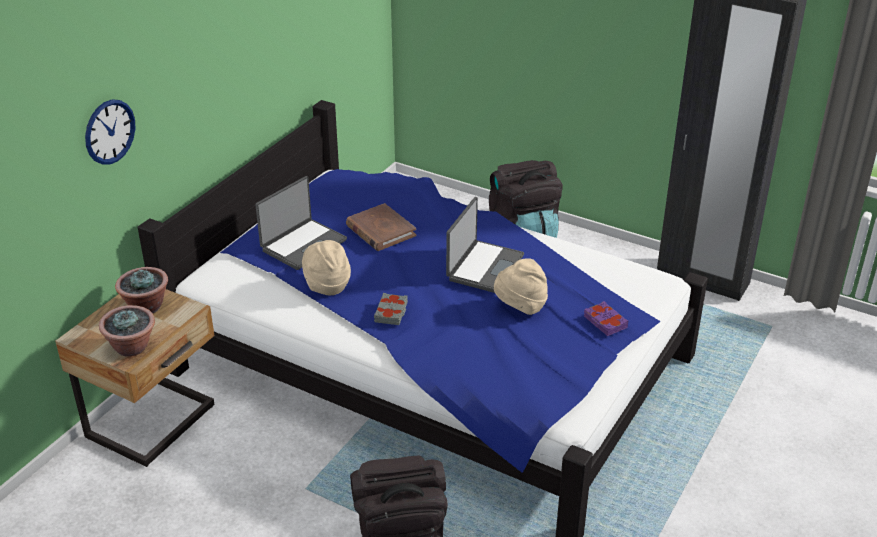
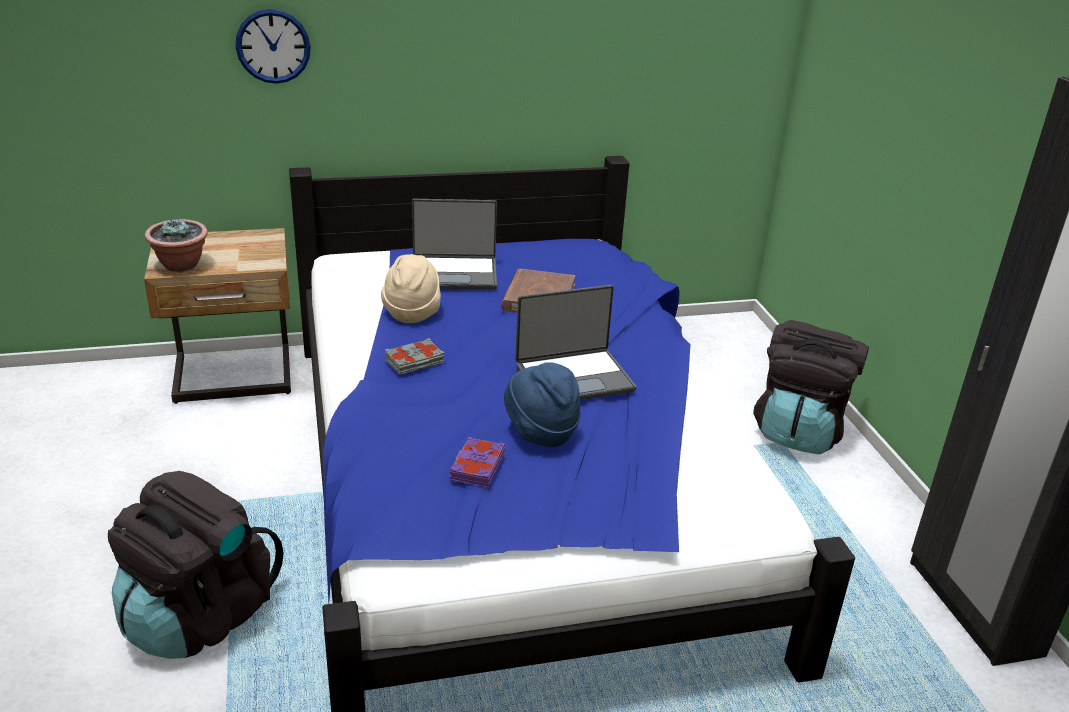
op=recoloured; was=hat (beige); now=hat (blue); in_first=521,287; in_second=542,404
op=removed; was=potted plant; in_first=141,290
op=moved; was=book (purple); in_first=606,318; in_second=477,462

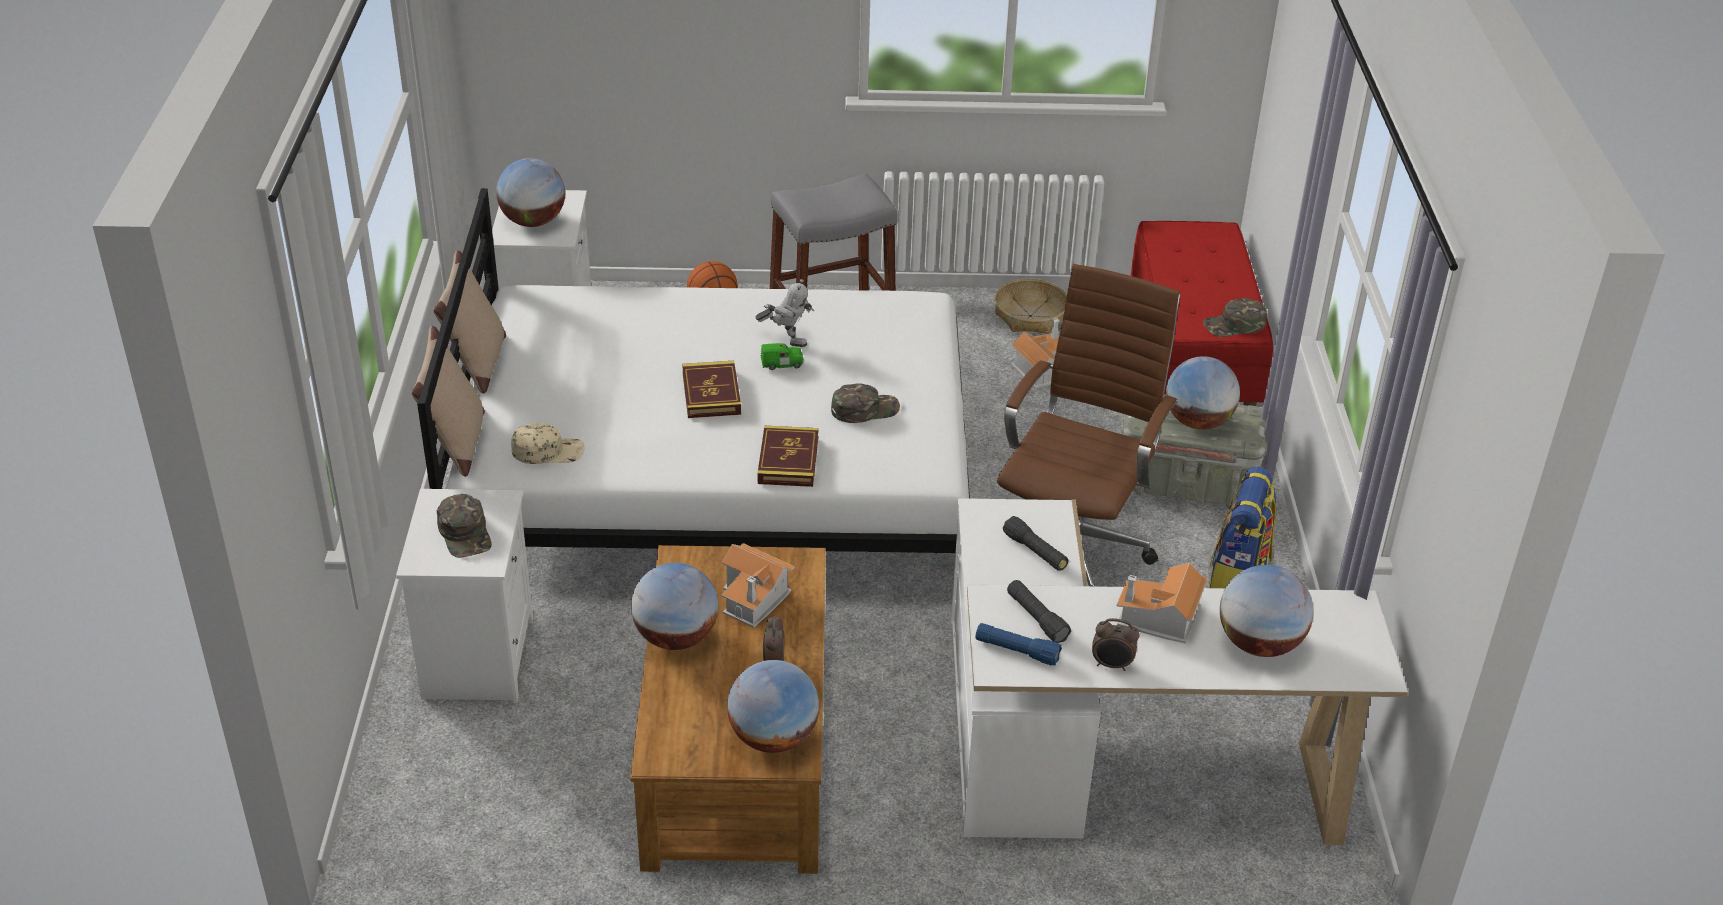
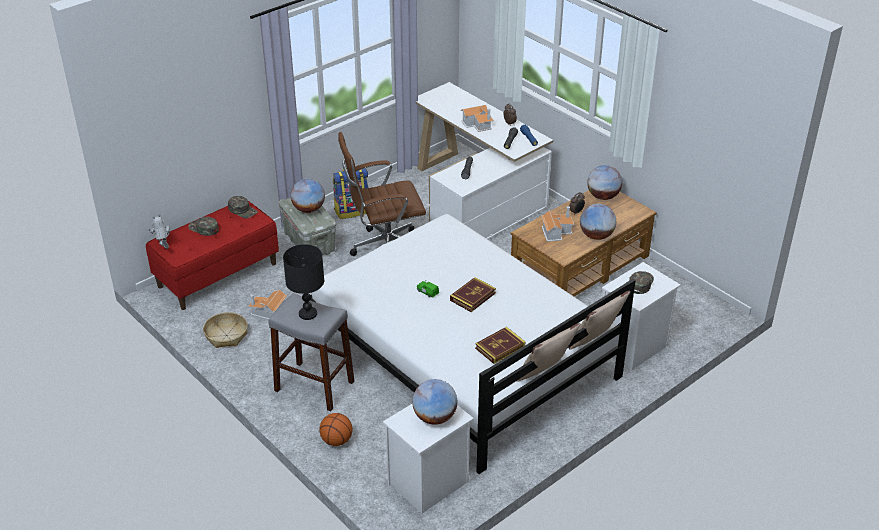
op=moved; was=toy robot; in_first=784,313; in_second=159,231
op=moved; was=cap (green); in_first=865,403; in_second=203,226
op=removed; was=cap (beige); in_first=548,443
op=moved; was=book; in_first=788,456; in_second=500,345
op=removed; was=globe; in_first=1267,611
op=added; now=table lamp (black); in_second=303,282

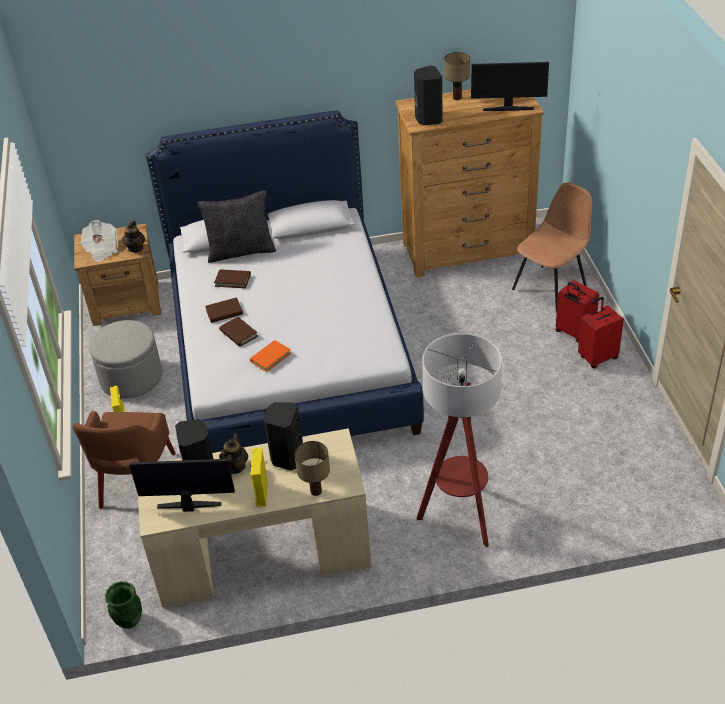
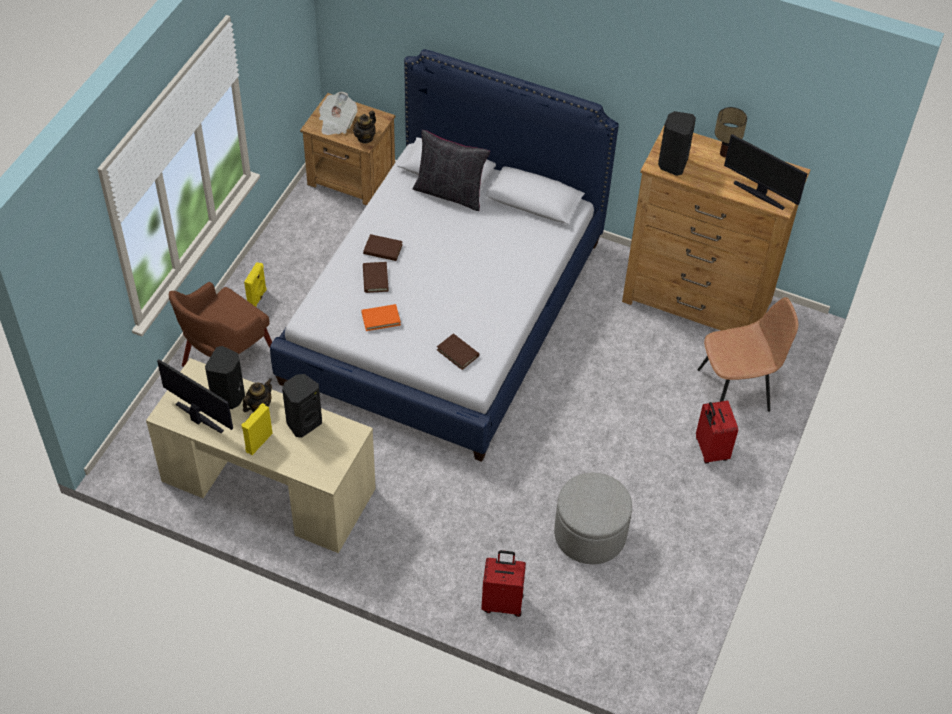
op=moved; was=book (brown); in_first=232,278; in_second=458,352
op=moved; was=suitcase (red); in_first=601,332; in_second=503,583
op=moved; was=ottoman (grey); in_first=125,359; in_second=593,518
op=removed; was=floor lamp; in_first=459,440
op=removed; was=table lamp; in_first=312,468
op=removed; was=vase (green); in_first=123,605

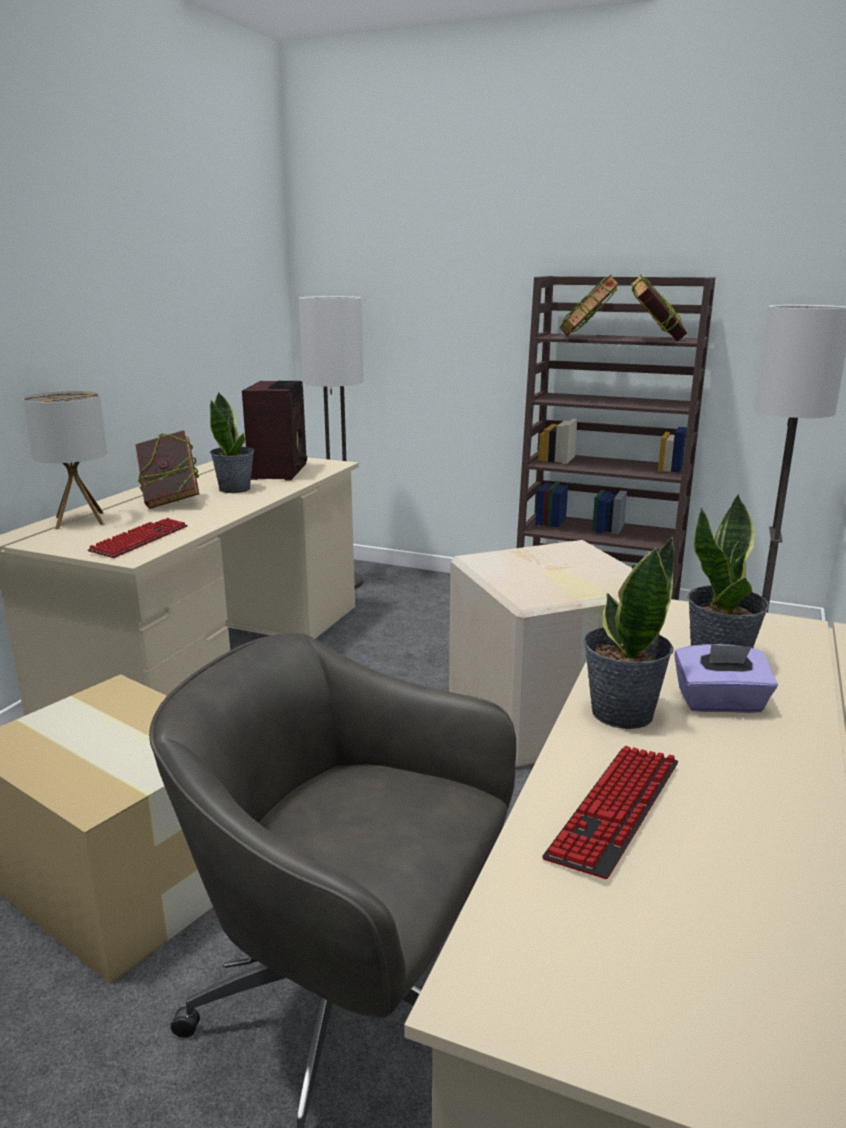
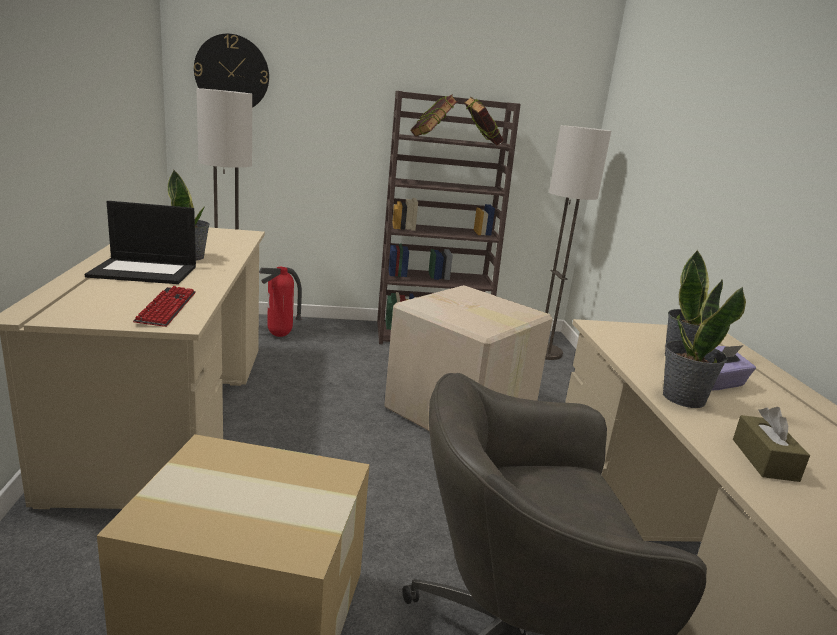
op=removed; was=radio; in_first=274,431
op=removed; was=table lamp; in_first=64,460
op=replaced; was=book; now=laptop; in_first=167,469; in_second=140,242
op=replaced; was=keyboard; now=tissue box (brown); in_first=610,812; in_second=771,444
op=added; now=wall clock; in_second=231,71
op=added; now=fire extinguisher; in_second=280,302

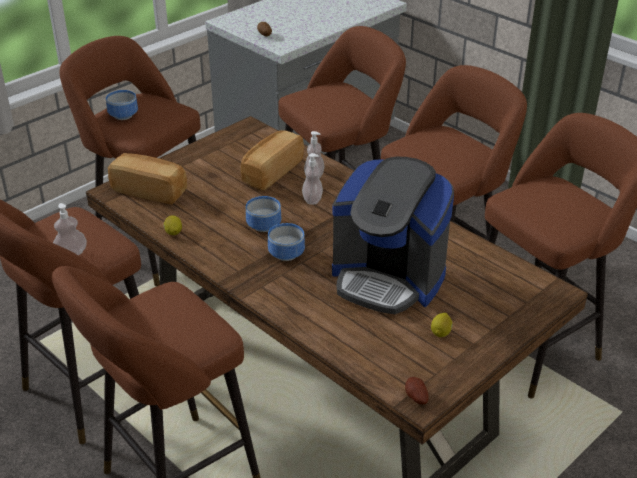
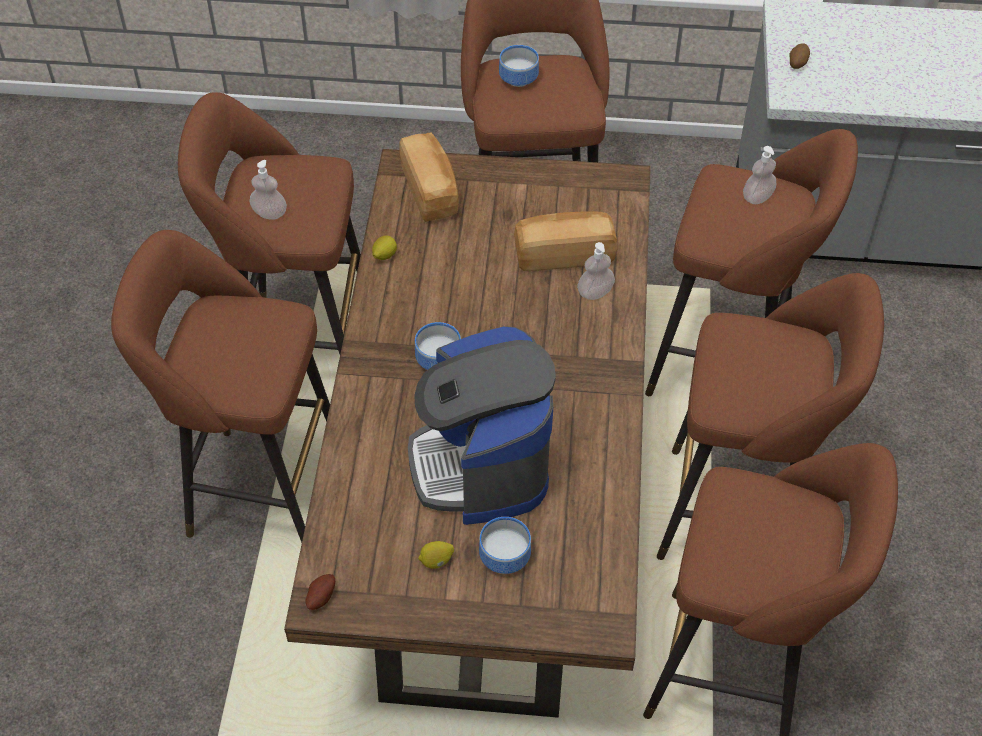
op=moved; was=soap dispenser; in_first=312,179; in_second=759,175
op=moved; was=bowl; in_first=263,214; in_second=505,545

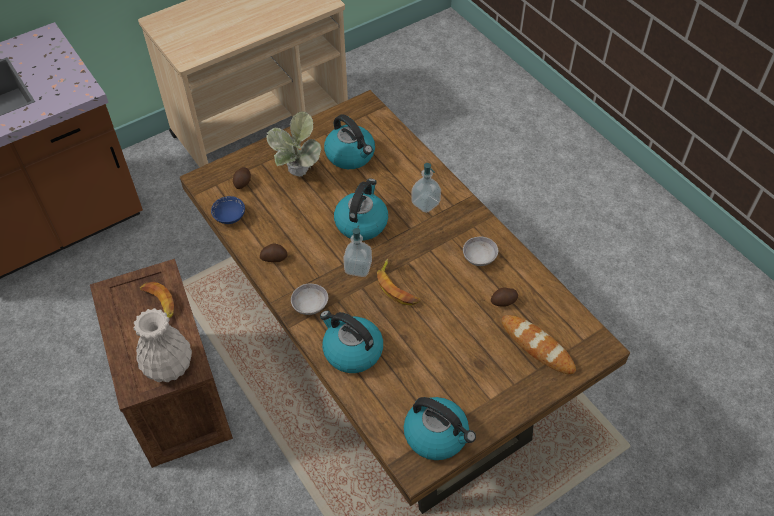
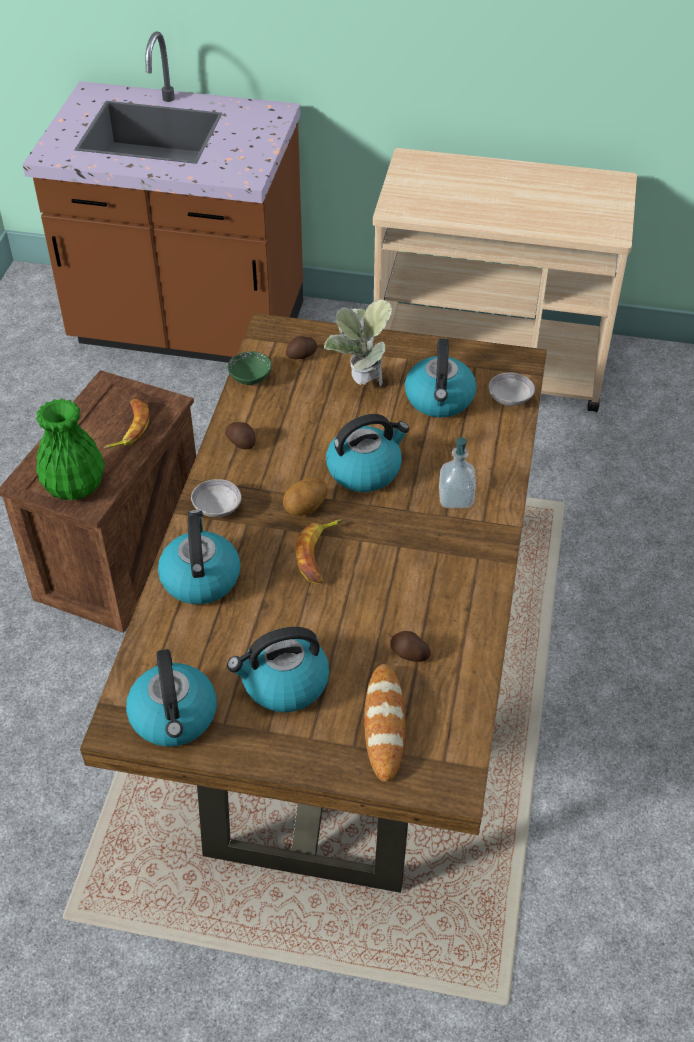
op=recoloured; was=bowl (blue); now=bowl (green); in_first=228,210; in_second=250,368
op=replaced; was=soap dispenser; now=potato; in_first=357,251; in_second=305,496
op=moved; was=bowl (grey); in_first=480,251; in_second=512,389
op=recoloured; was=vase (white); now=vase (green); in_first=162,345; in_second=70,449
op=added; now=kettle; in_second=278,669

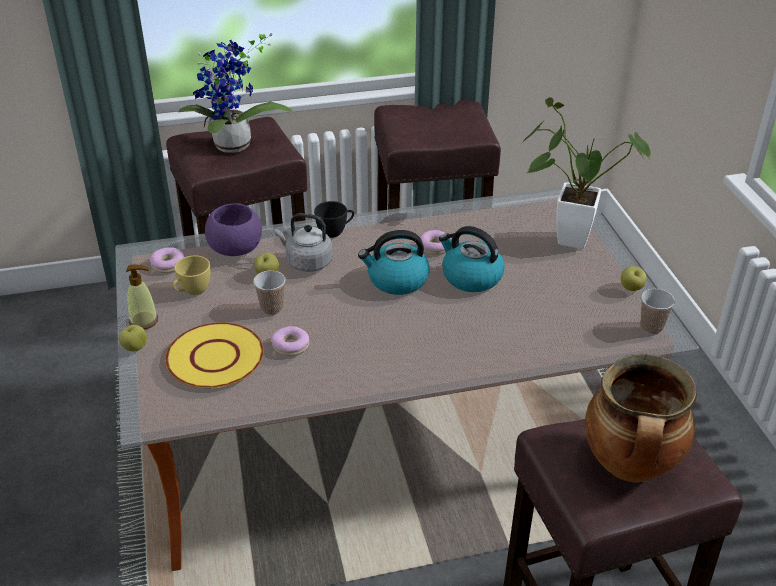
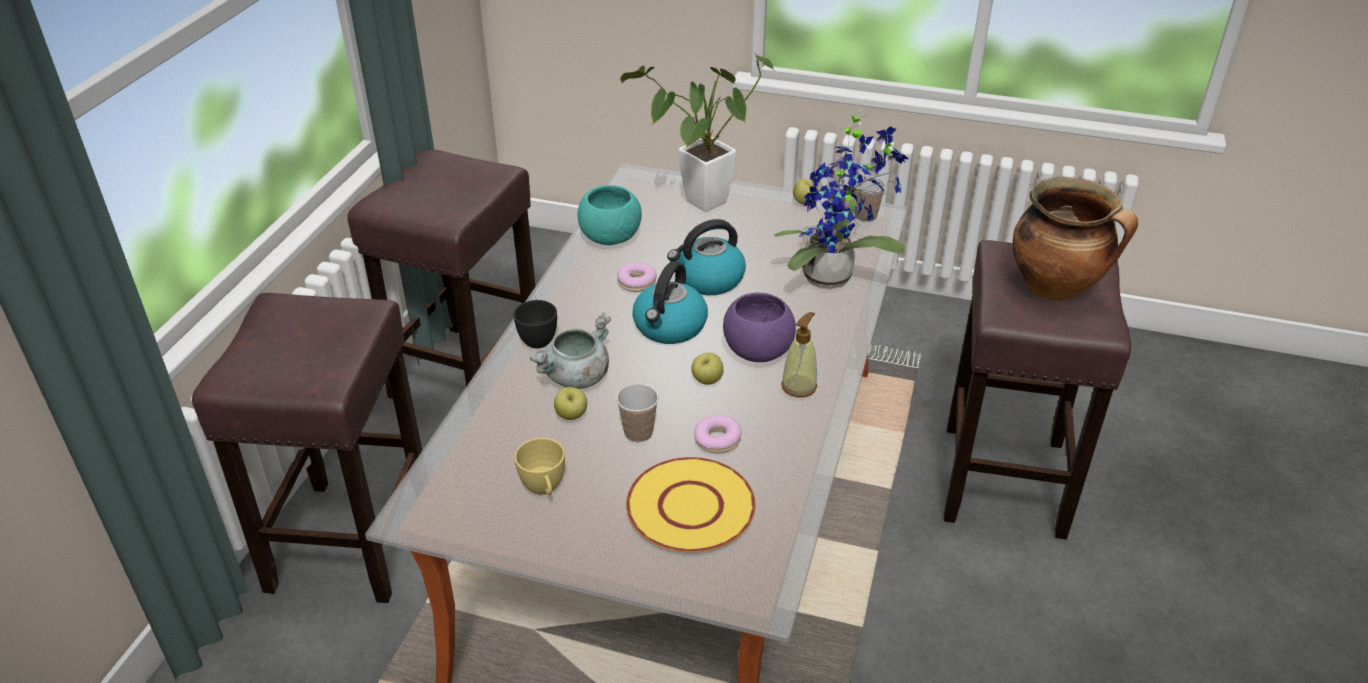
op=moved; was=potted plant; in_first=235,93; in_second=841,198
op=moved; was=bowl (purple); in_first=233,229; in_second=759,327
op=replaced; was=kettle (grey); now=cooking pot (grey); in_first=304,242; in_second=570,351
op=removed; was=donut; in_first=167,260
op=moved; was=soap dispenser; in_first=142,296; in_second=799,354
op=moved; was=apple; in_first=133,338; in_second=707,369
op=added; now=bowl (turquoise); in_second=610,215

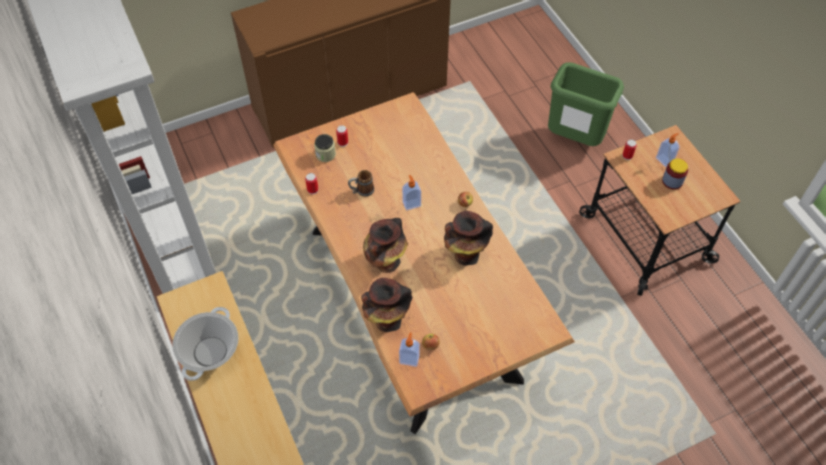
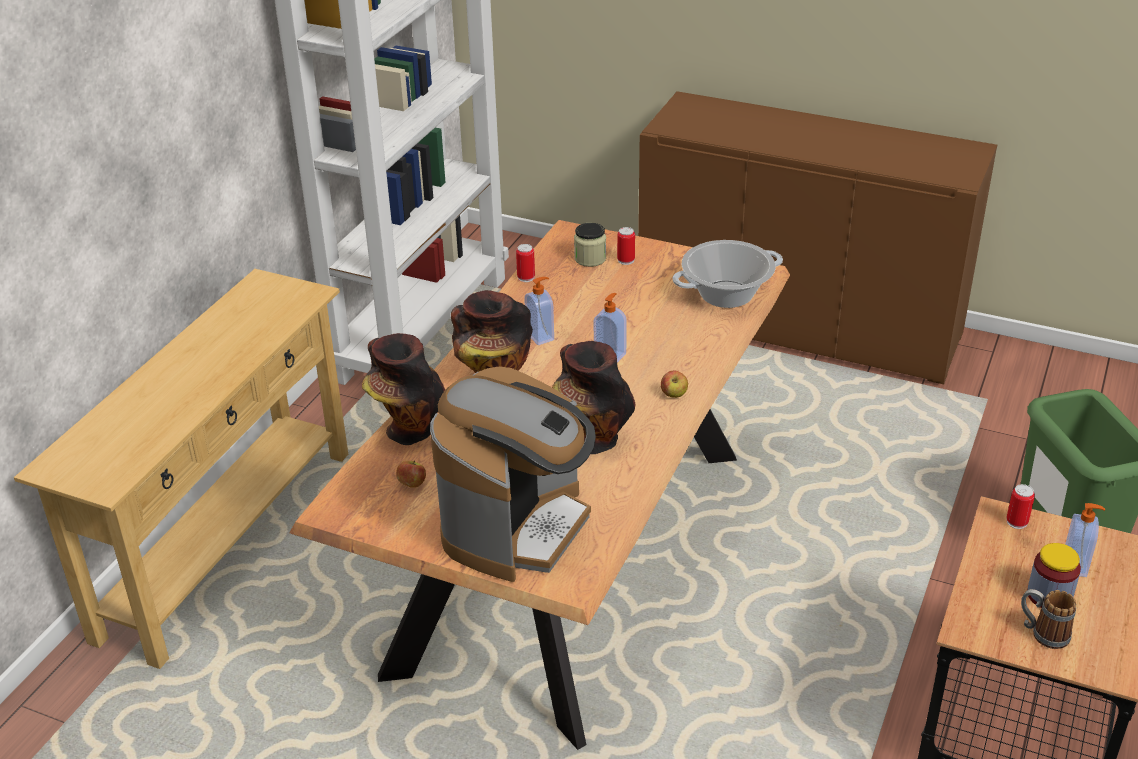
op=moved; was=mug; in_first=361,183; in_second=1048,619
op=moved; was=cooking pot; in_first=205,344; in_second=727,274
op=moved; was=soap dispenser; in_first=409,350; in_second=539,311
op=added; now=coffee machine; in_second=513,474

